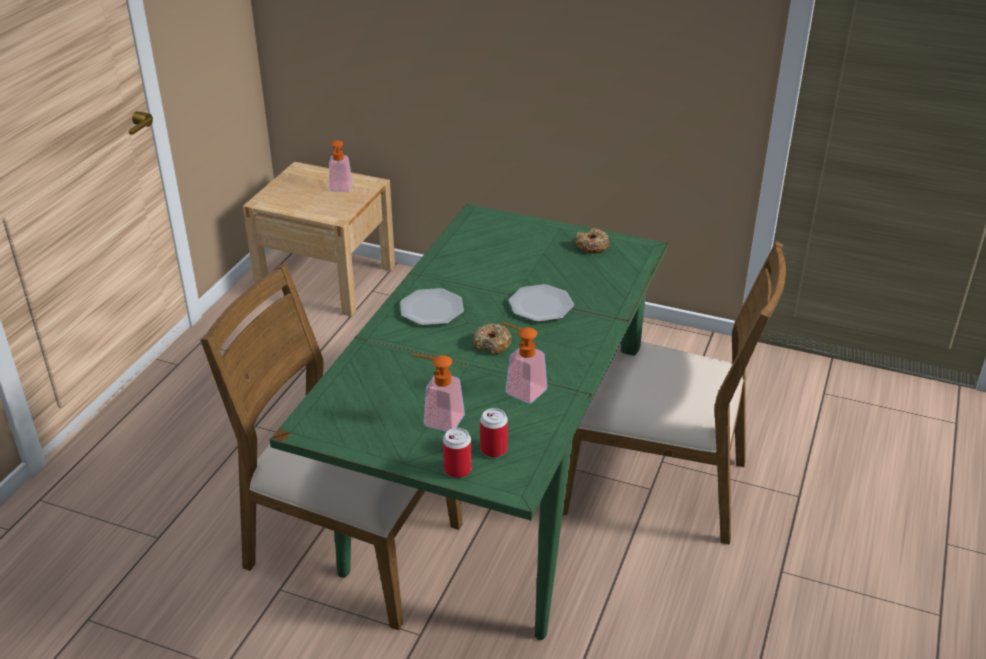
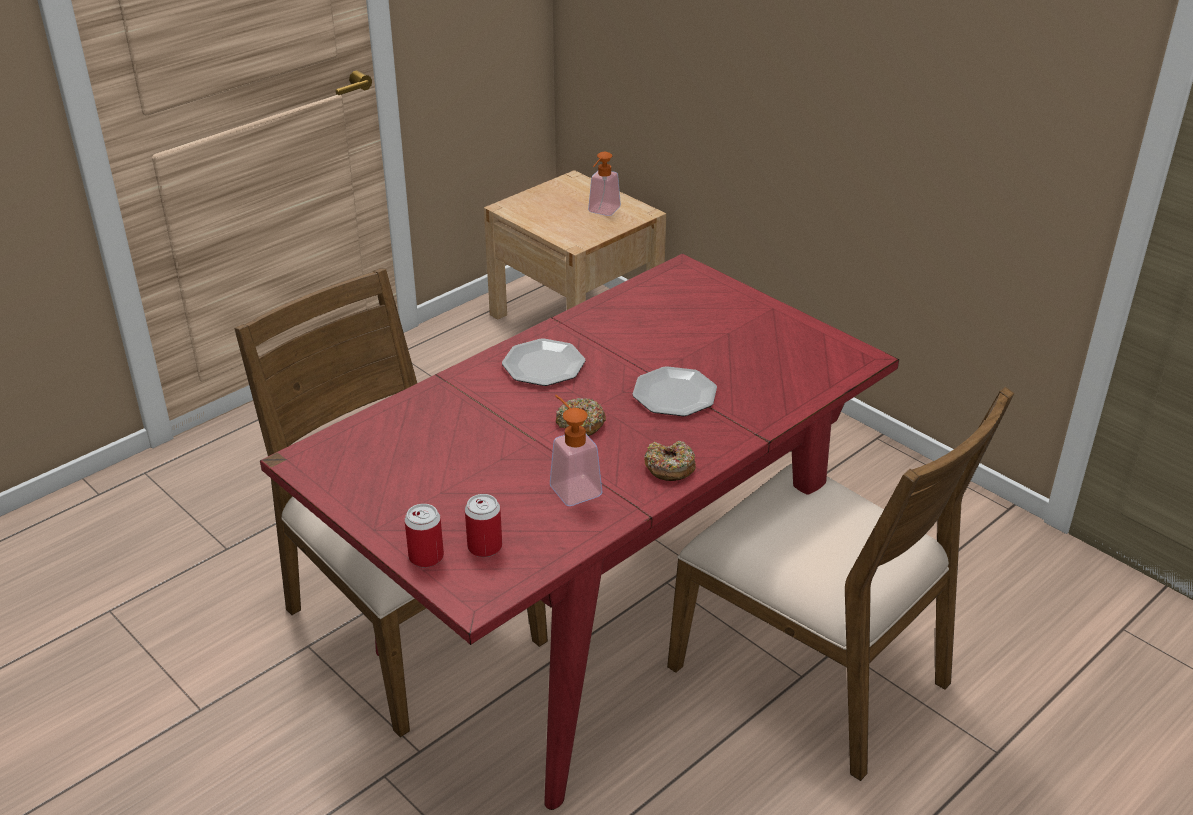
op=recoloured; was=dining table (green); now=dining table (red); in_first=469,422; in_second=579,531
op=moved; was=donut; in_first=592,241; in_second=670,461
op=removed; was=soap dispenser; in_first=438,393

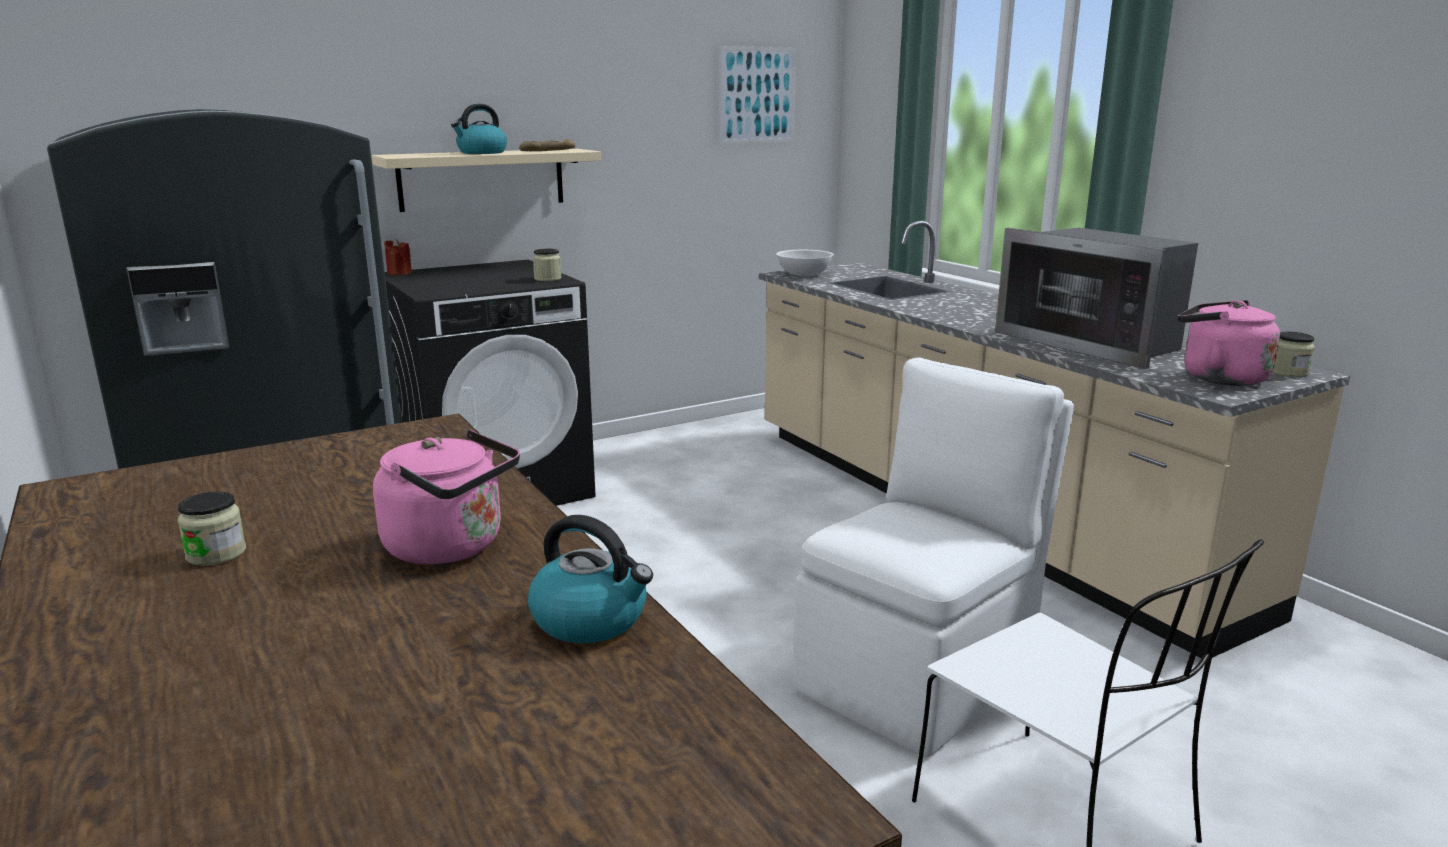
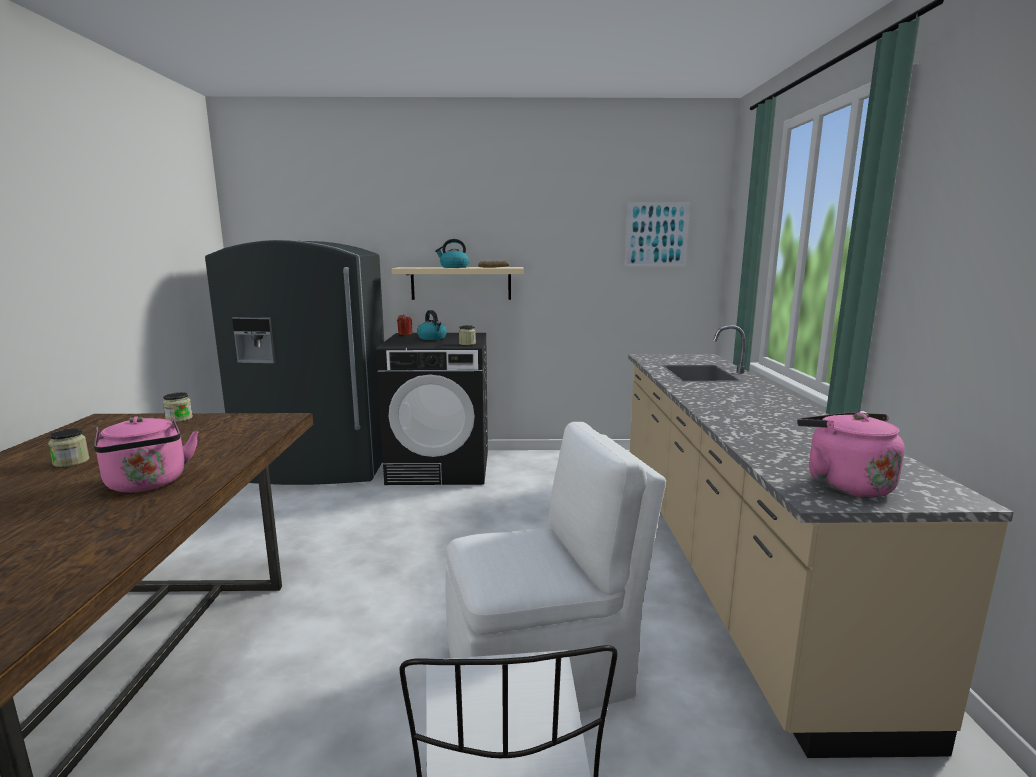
op=removed; was=microwave; in_first=1096,298
op=removed; was=bowl (white); in_first=805,263
op=moved; was=jar; in_first=1293,354; in_second=178,407
op=moved; was=kettle; in_first=590,579; in_second=432,325

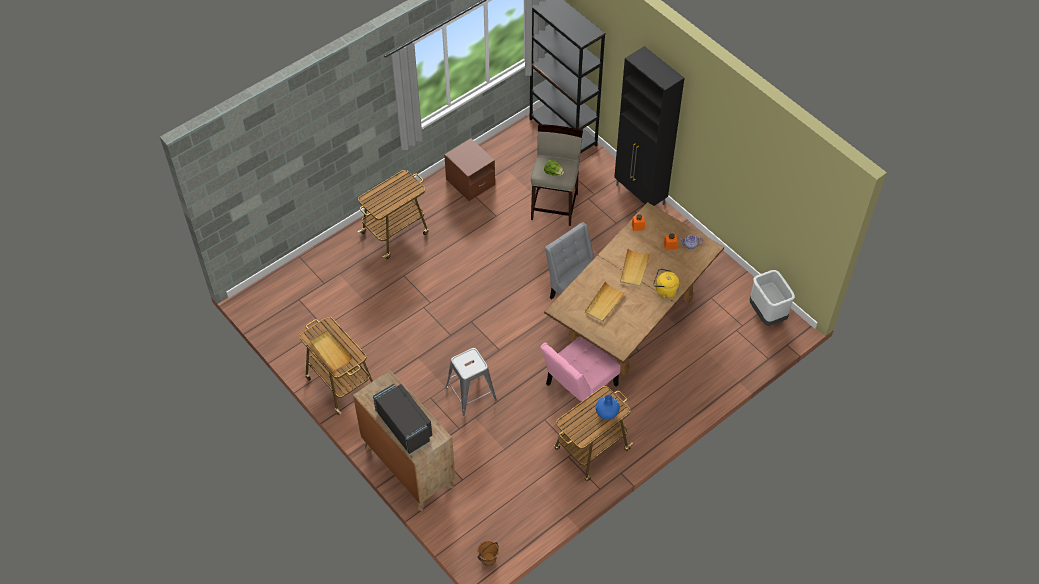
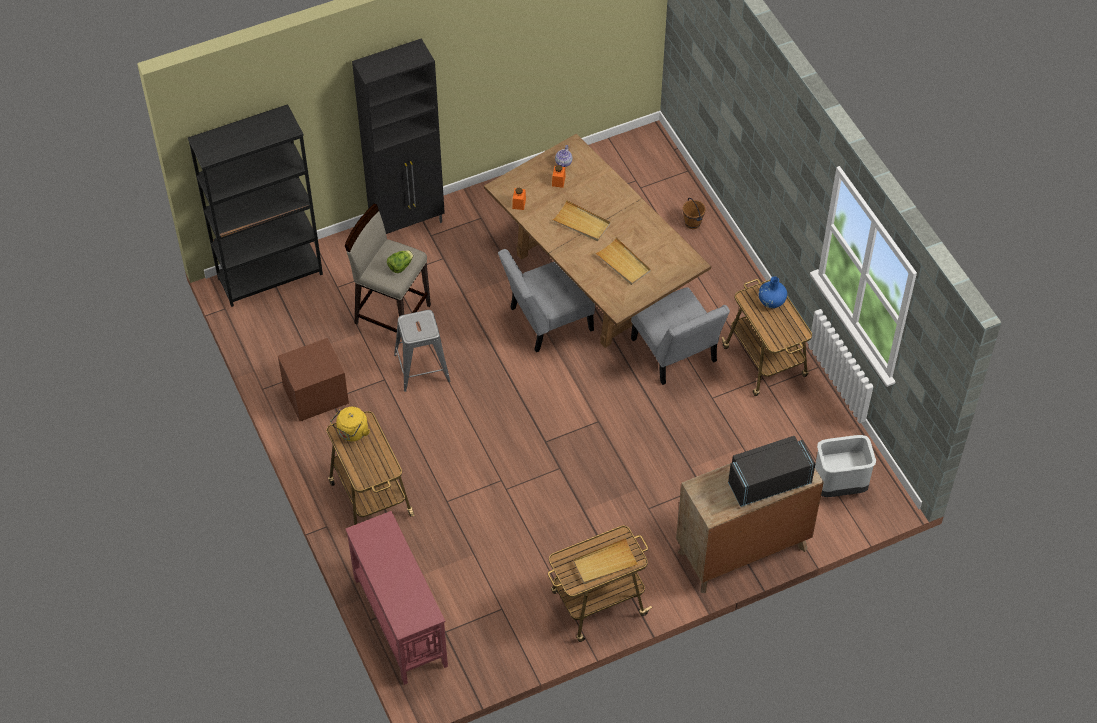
op=moved; was=kettle (yellow); in_first=666,283; in_second=350,424
op=moved; was=trash can (grey); in_first=772,298; in_second=845,466
op=recoloured; was=chair (pink); now=chair (grey); in_first=580,374; in_second=680,336
op=moved; was=stool (grey); in_first=471,382; in_second=422,351
op=moved; was=bucket (brown); in_first=488,553; in_second=694,213
op=added; now=console table (red); in_second=396,598

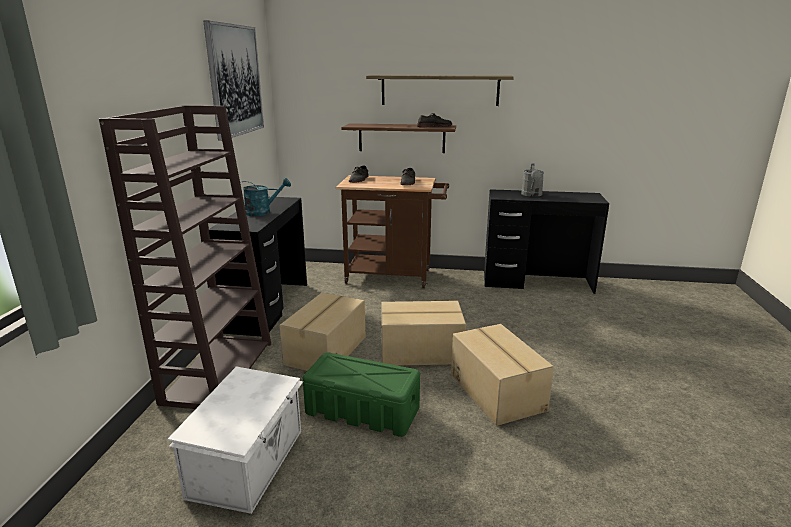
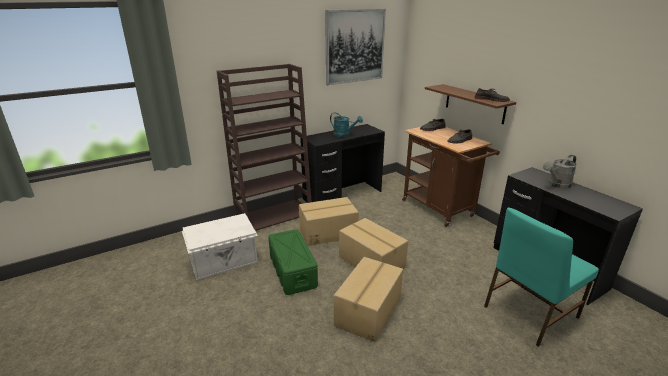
op=removed; was=shelf; in_first=440,90
op=added; now=chair (turquoise); in_second=541,277

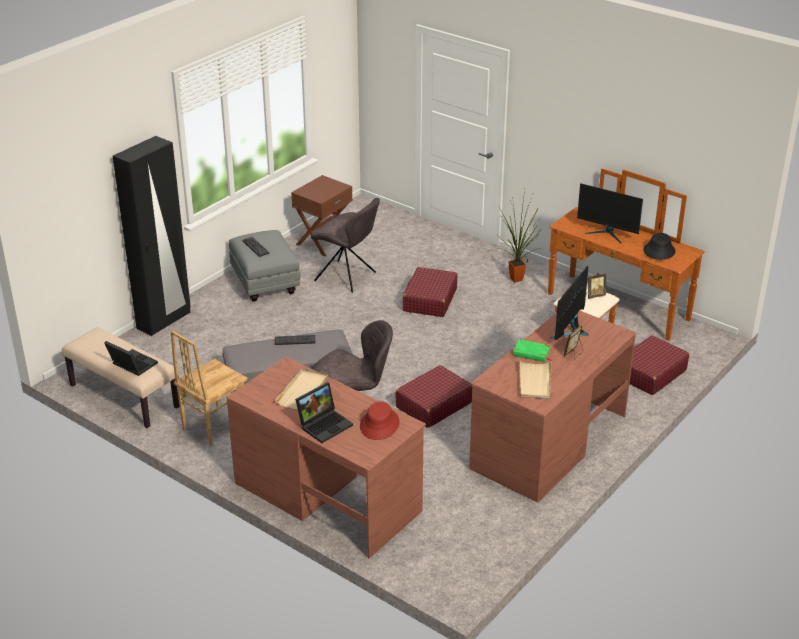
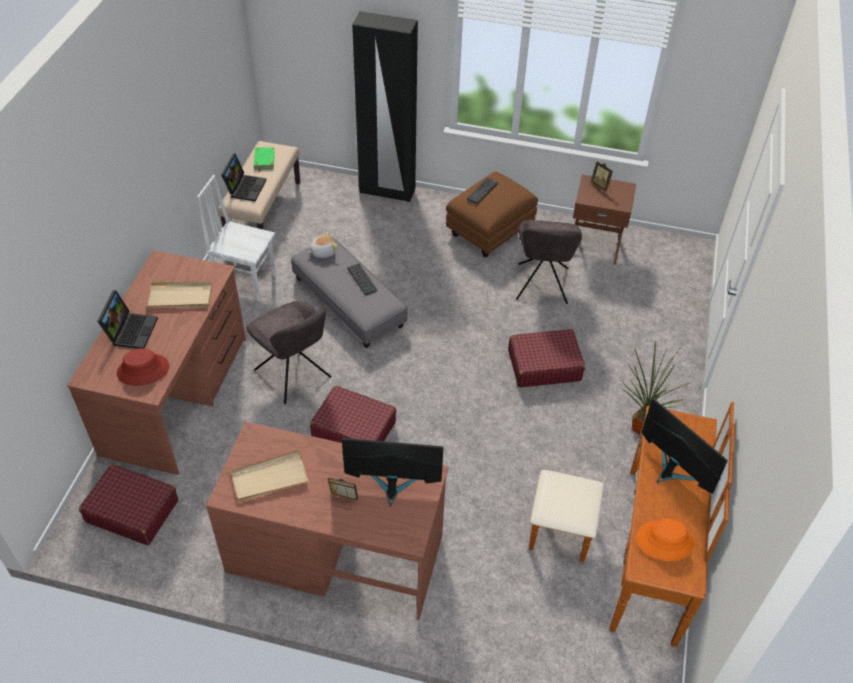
op=turned; was=monitor; in_first=610,213; in_second=684,446; clockwise=135
op=recoloured; was=ottoman (grey); now=ottoman (brown); in_first=265,266; in_second=492,214
op=recoloured; was=hat (black); now=hat (orange); in_first=659,246; in_second=665,539
op=moved; was=picture frame; in_first=596,286; in_second=602,176
op=recoloured; was=chair (brown); now=chair (white); in_first=209,388; in_second=236,238
op=moved; was=suitcase (red); in_first=659,365; in_second=128,504
op=moved; was=book (green); in_first=532,350; in_second=264,160
op=turned; was=laptop; in_first=324,412; in_second=127,319; clockwise=-105
op=added; now=plush toy; in_second=323,245

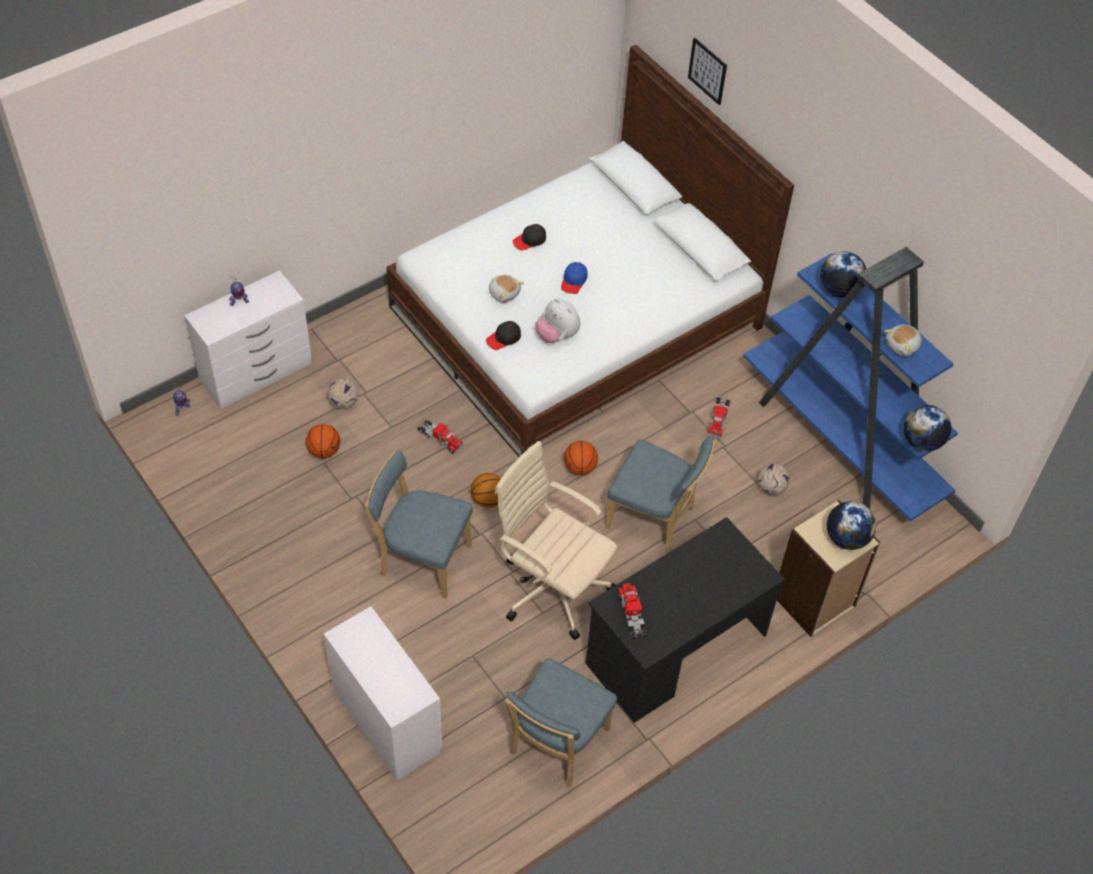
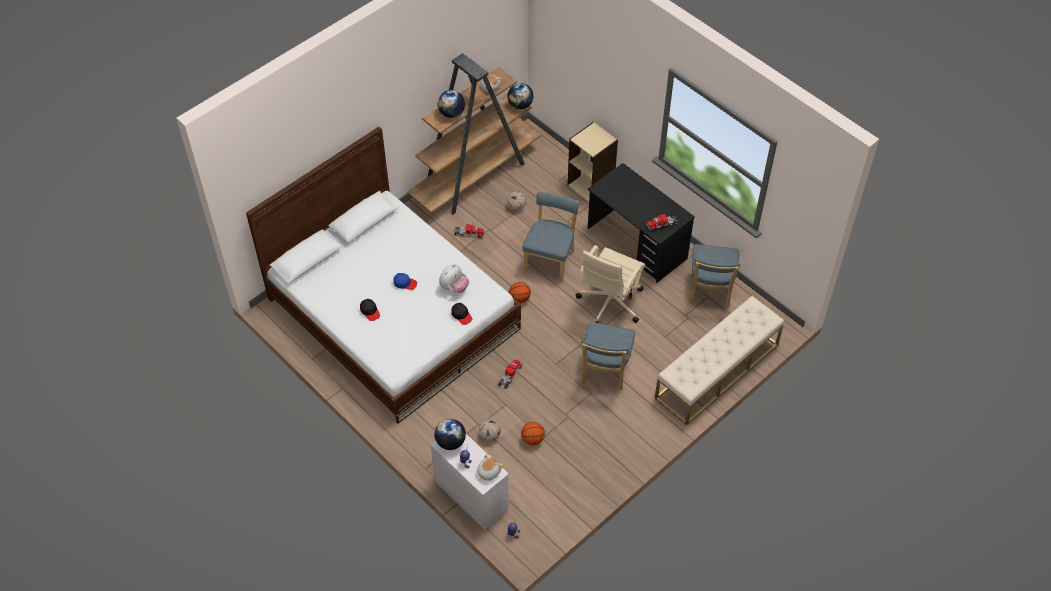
op=removed; was=picture; in_first=707,71
op=recoloured; was=bookcase (blue); now=bookcase (brown); in_first=850,384; in_second=474,134
op=moved; was=plush toy; in_first=506,289; in_second=490,467
op=removed; was=basketball; in_first=486,490
op=moved; was=globe; in_first=851,525; in_second=450,434
op=replaced; was=dresser (white); now=bench (beige); in_first=383,693; in_second=719,360
op=turned; was=chair (blue); in_first=561,722; in_second=714,276; clockwise=75

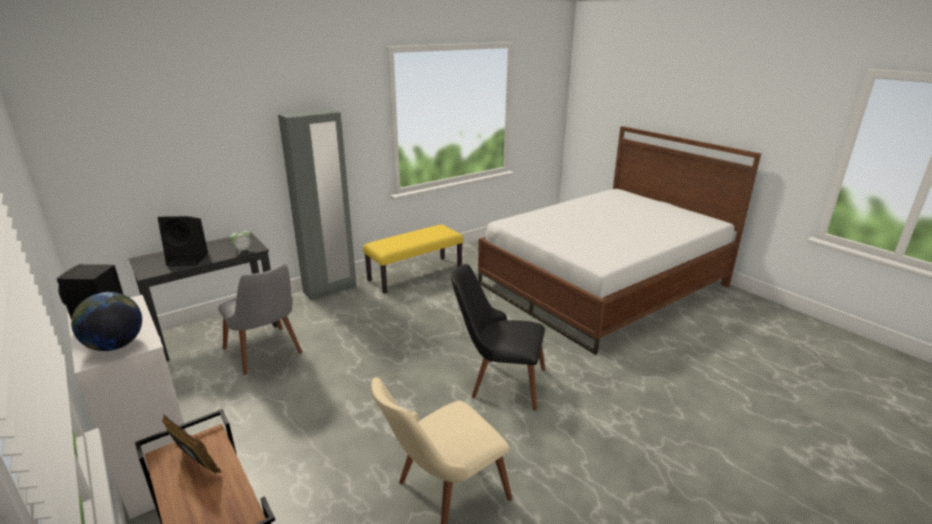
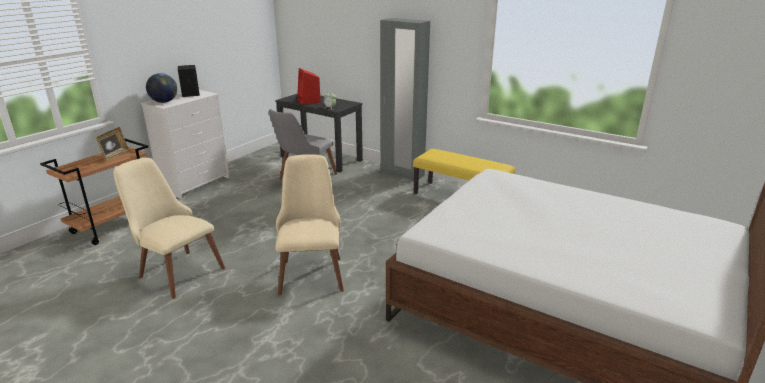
op=recoloured; was=speaker (black); now=speaker (red); in_first=183,241; in_second=309,86
op=recoloured; was=chair (black); now=chair (beige); in_first=498,337; in_second=310,224

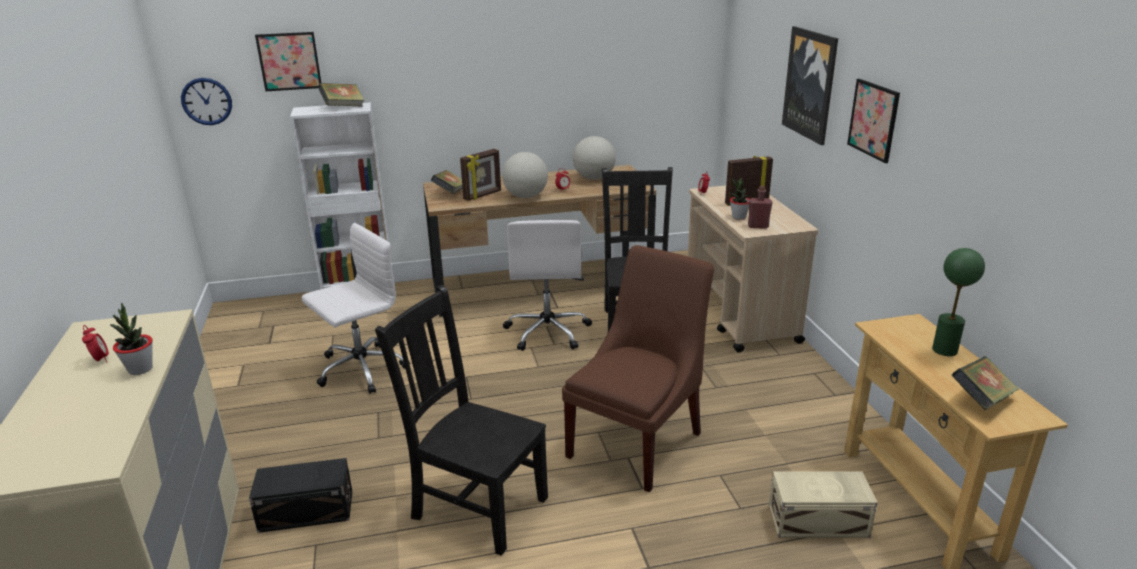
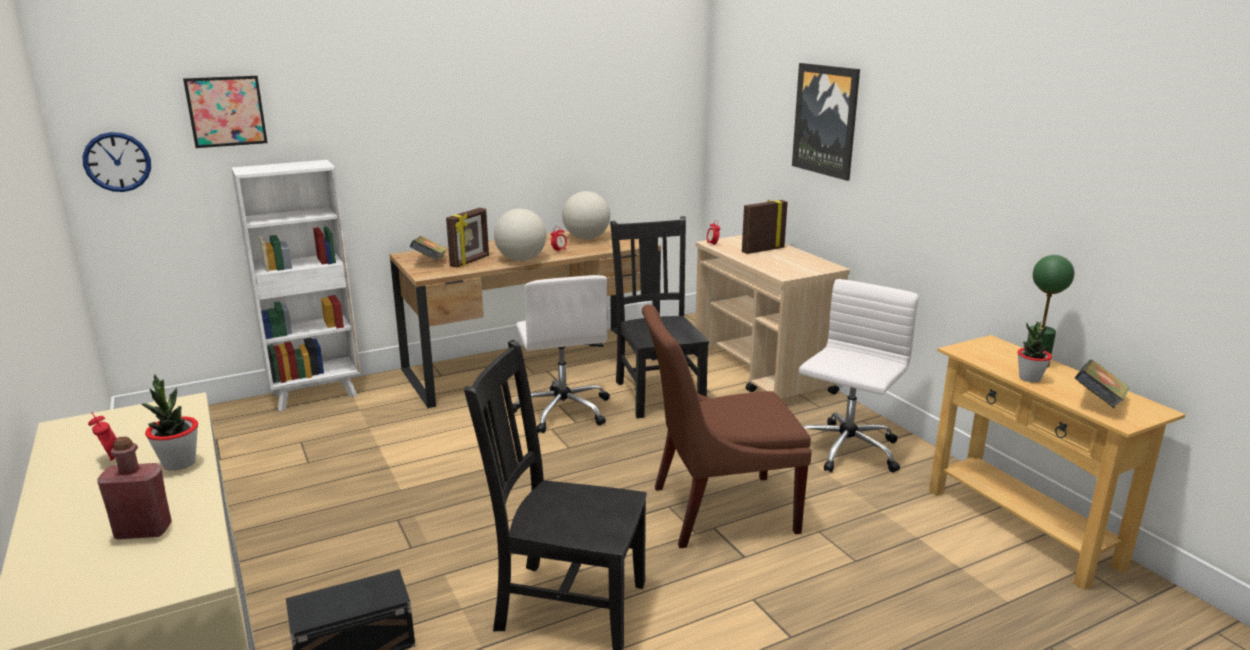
op=removed; was=picture; in_first=873,121
op=removed; was=book; in_first=341,95
op=moved; was=potted plant; in_first=740,199; in_second=1034,352
op=moved; was=bottle (red); in_first=760,207; in_second=134,488
op=moved; was=office chair (white); in_first=356,308; in_second=859,375
op=turned; was=chair (brown); in_first=638,368; in_second=727,426; clockwise=-120
op=removed; was=storage box (beige); in_first=823,504

